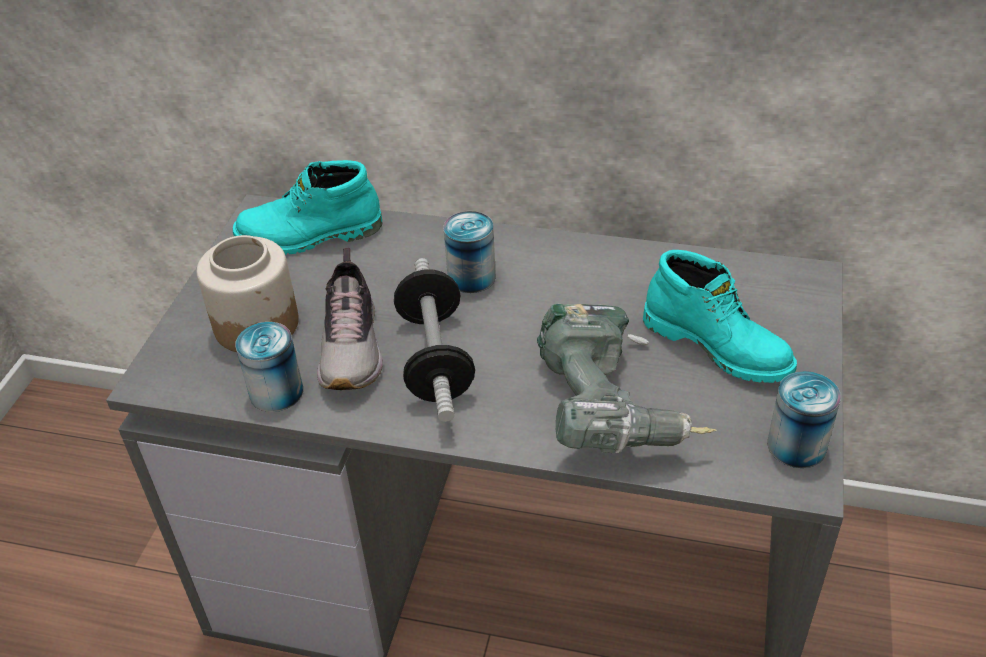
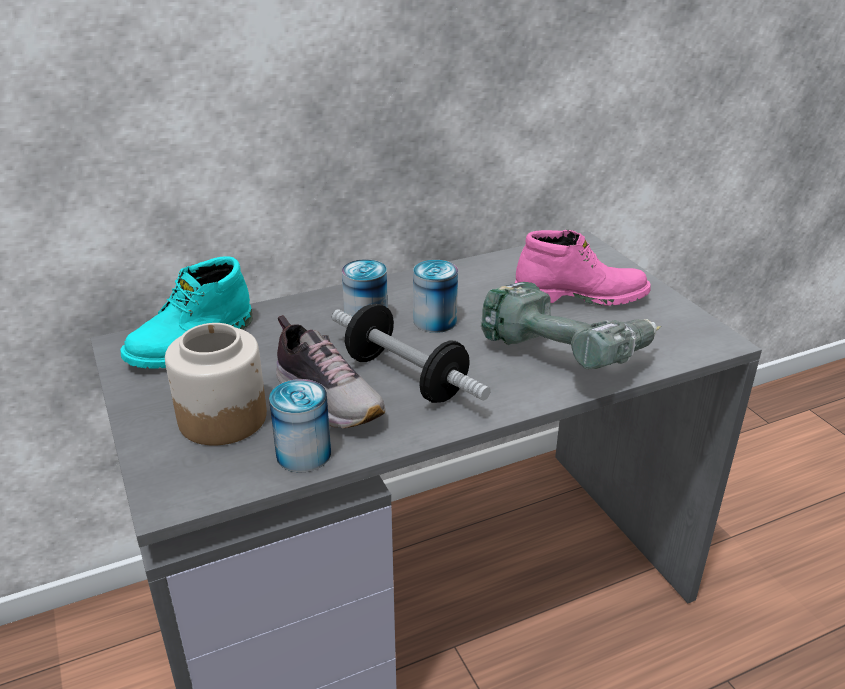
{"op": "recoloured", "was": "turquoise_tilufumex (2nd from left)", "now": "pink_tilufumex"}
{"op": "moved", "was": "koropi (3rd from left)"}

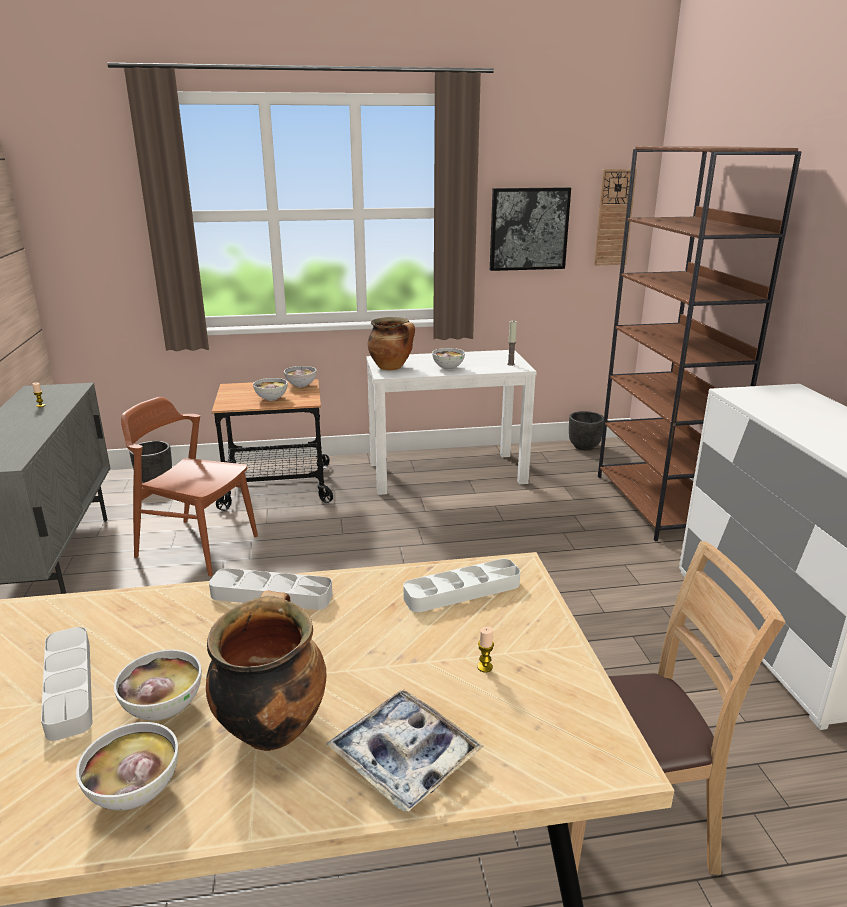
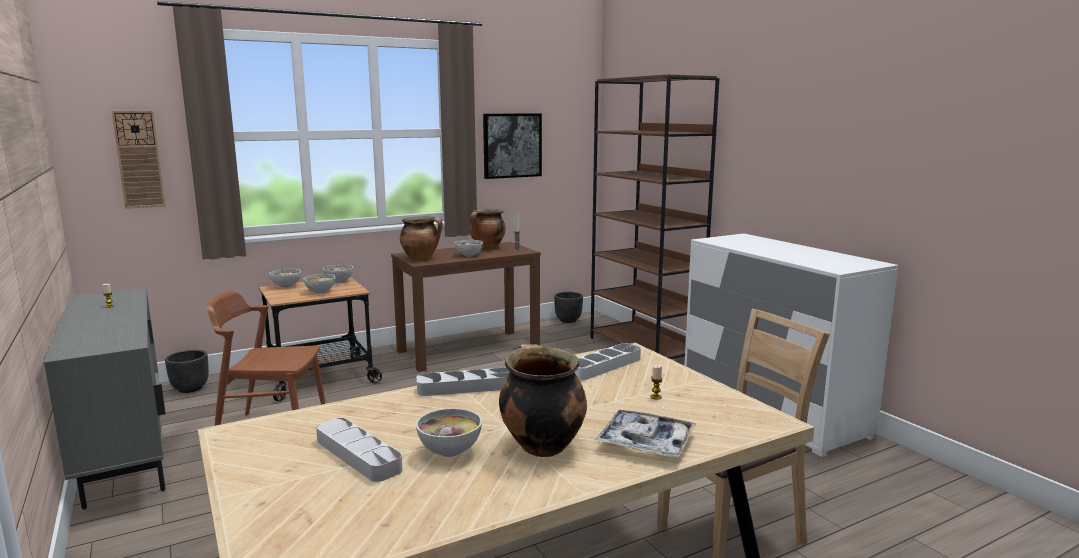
{"op": "moved", "was": "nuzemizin"}
{"op": "recoloured", "was": "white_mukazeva", "now": "brown_mukazeva"}
{"op": "moved", "was": "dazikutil (1st from left)"}
{"op": "added", "now": "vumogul (2nd from left)"}

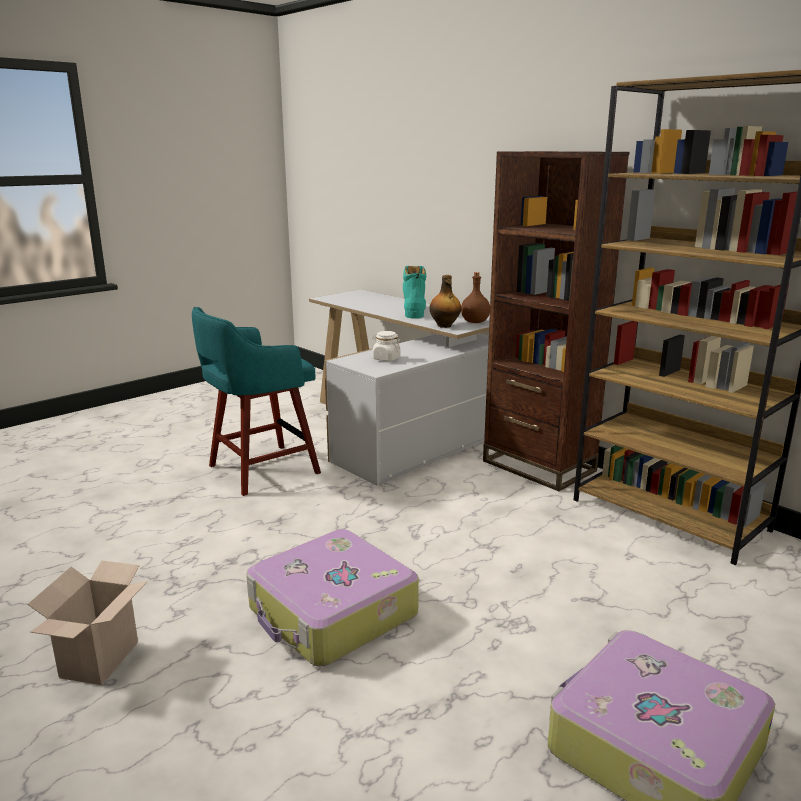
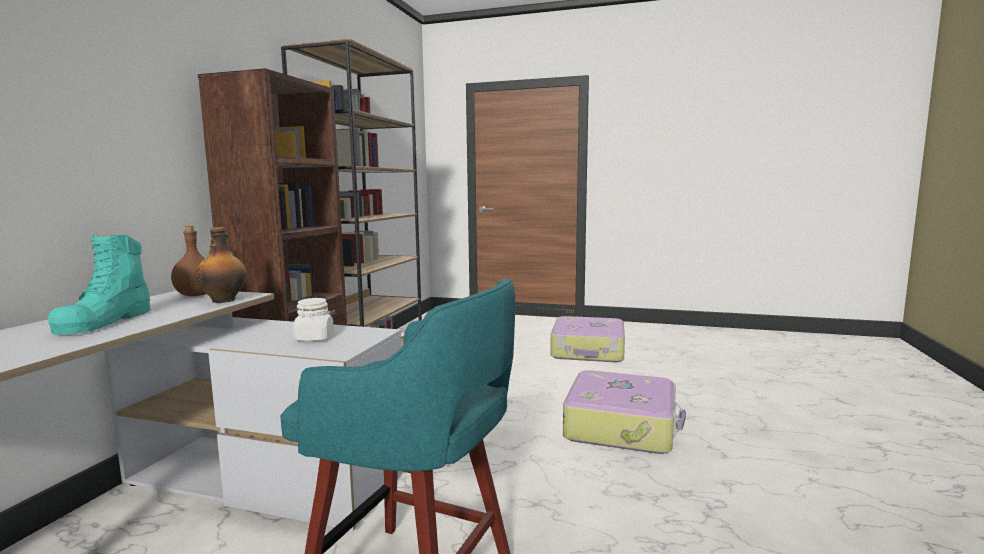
{"op": "turned", "was": "turquoise_tilufumex", "clockwise": -60}
{"op": "removed", "was": "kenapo"}

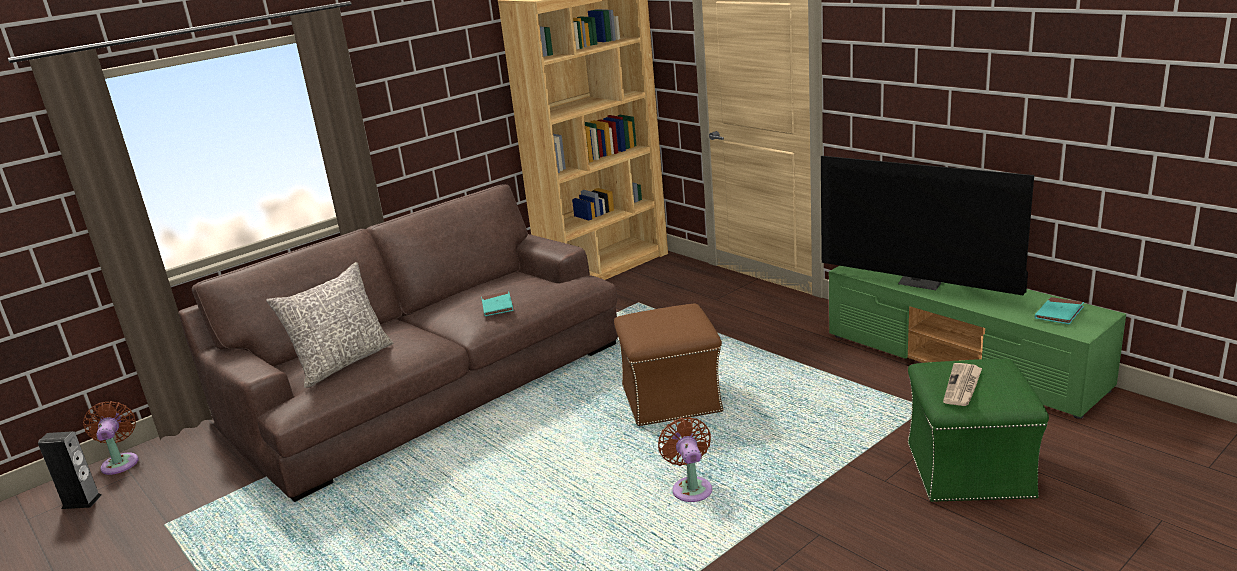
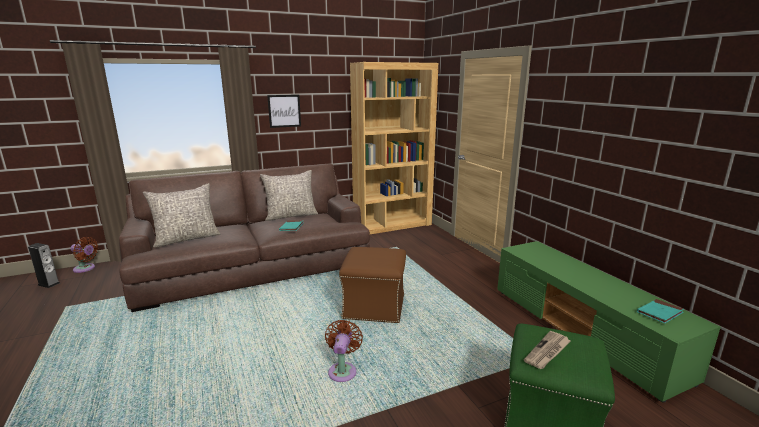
{"op": "removed", "was": "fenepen"}
{"op": "turned", "was": "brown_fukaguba (1st from left)", "clockwise": 105}
{"op": "added", "now": "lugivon"}
{"op": "added", "now": "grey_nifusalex (2nd from left)"}

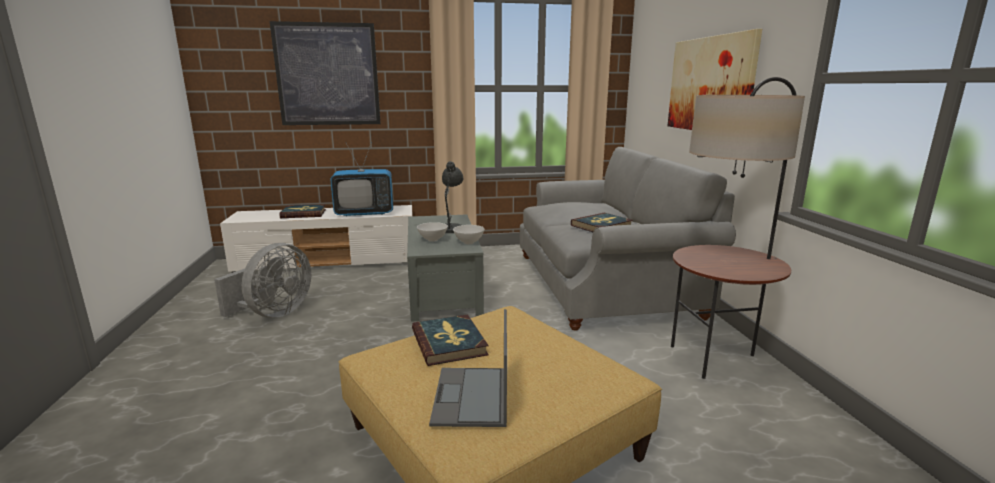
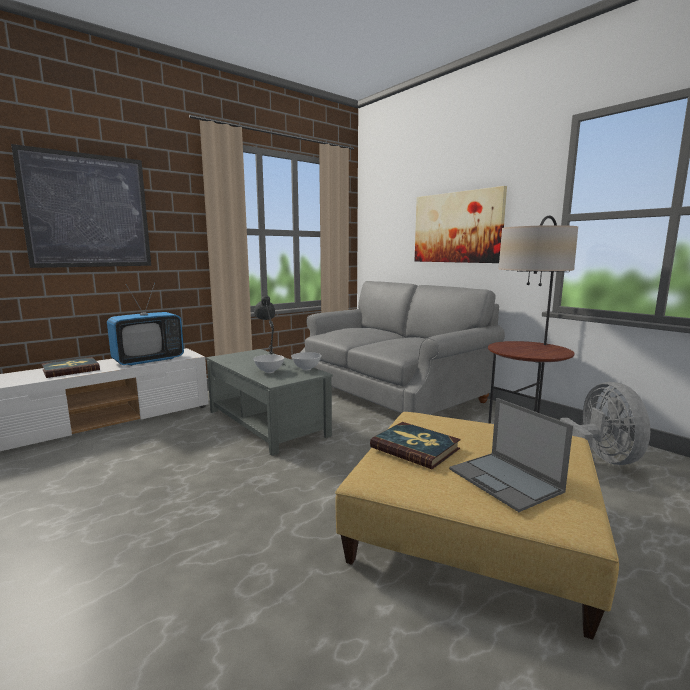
{"op": "removed", "was": "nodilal (3rd from left)"}
{"op": "moved", "was": "grey_fukaguba"}

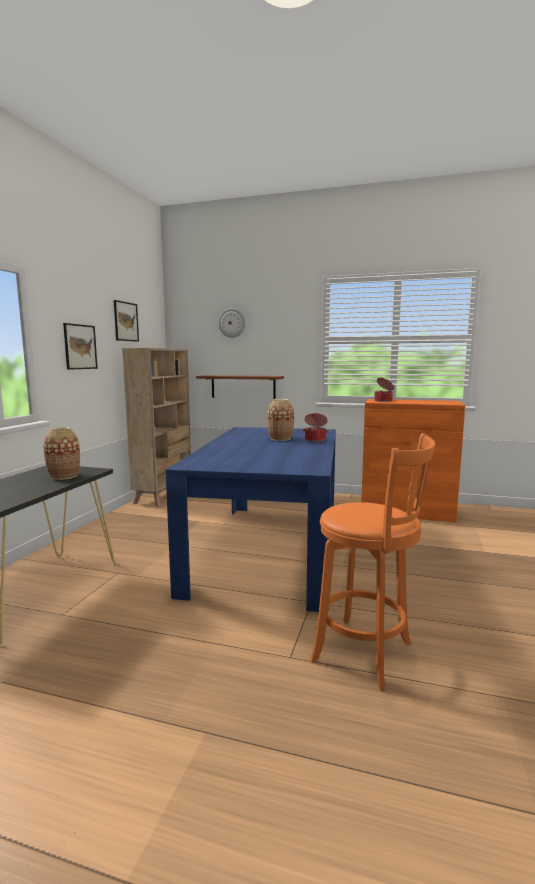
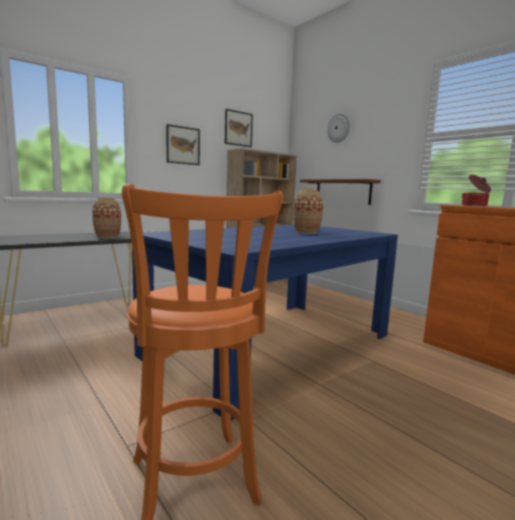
{"op": "removed", "was": "vumogul (1st from left)"}

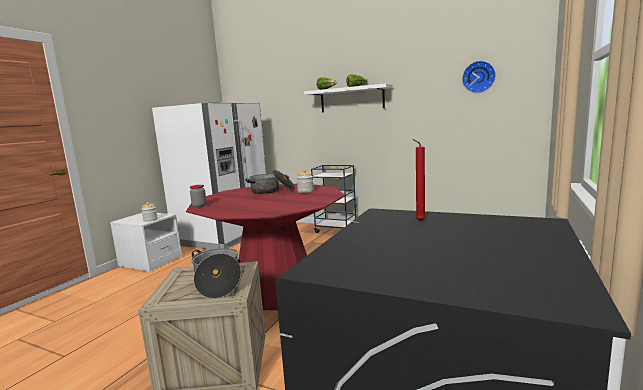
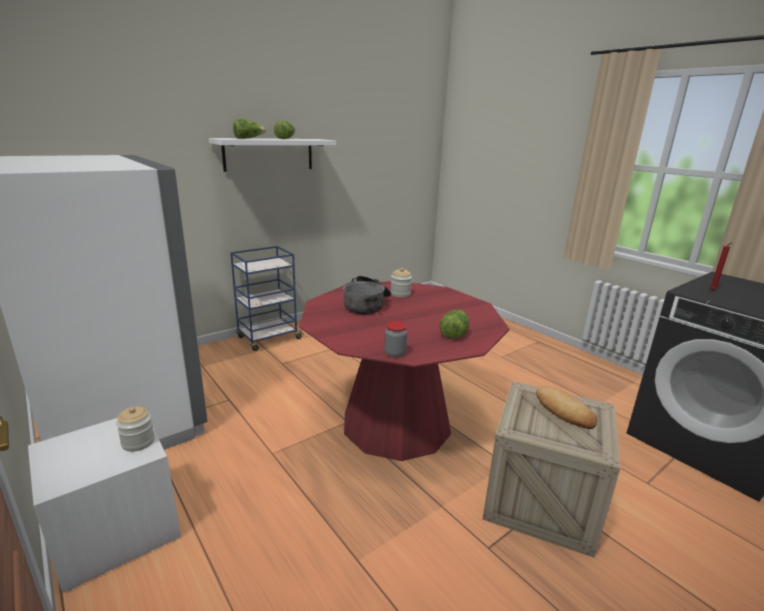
{"op": "removed", "was": "nuzemizin"}
{"op": "replaced", "was": "vumogul (1st from left)", "now": "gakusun"}
{"op": "added", "now": "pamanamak (3rd from left)"}

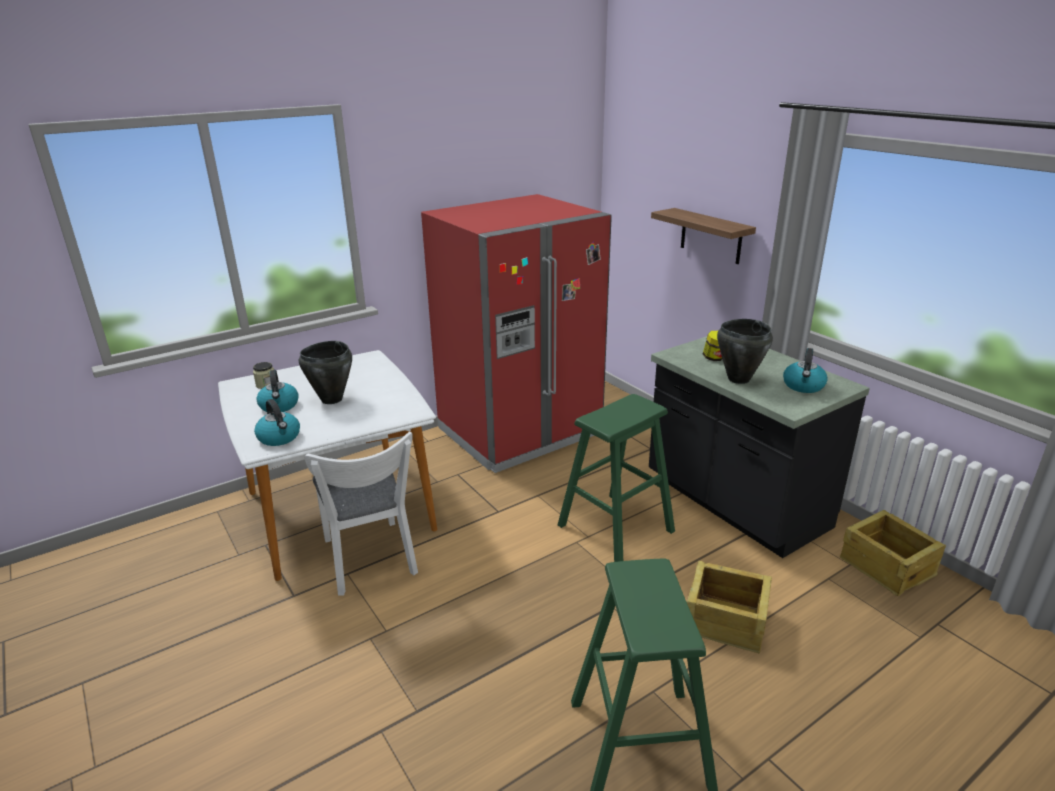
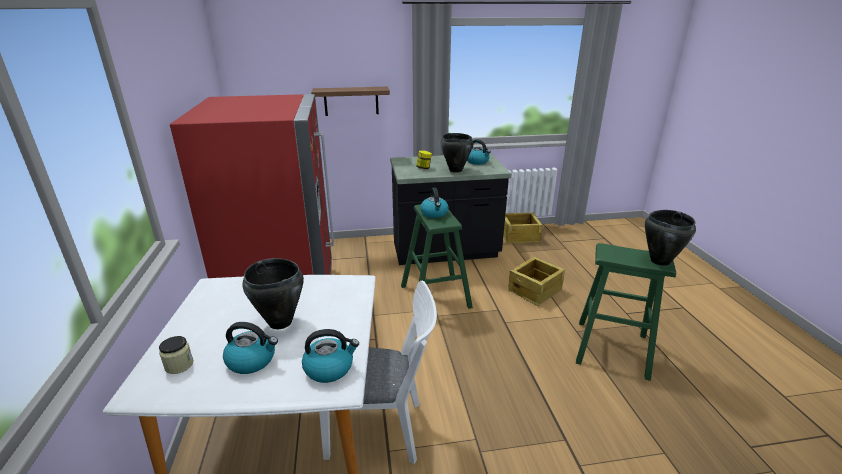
{"op": "added", "now": "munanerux (3rd from left)"}
{"op": "added", "now": "black_vumogul (3rd from left)"}

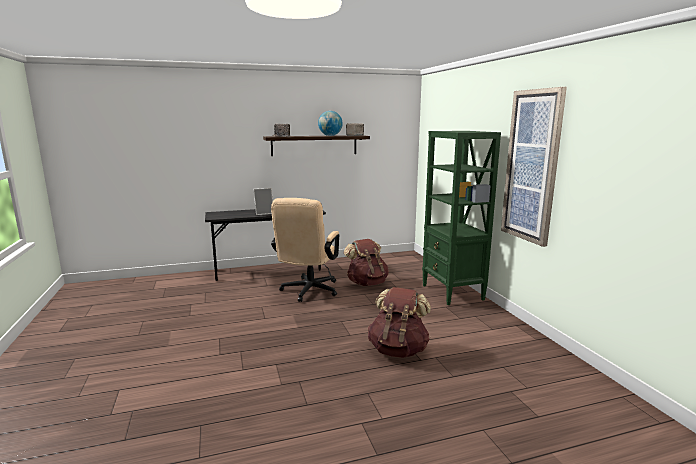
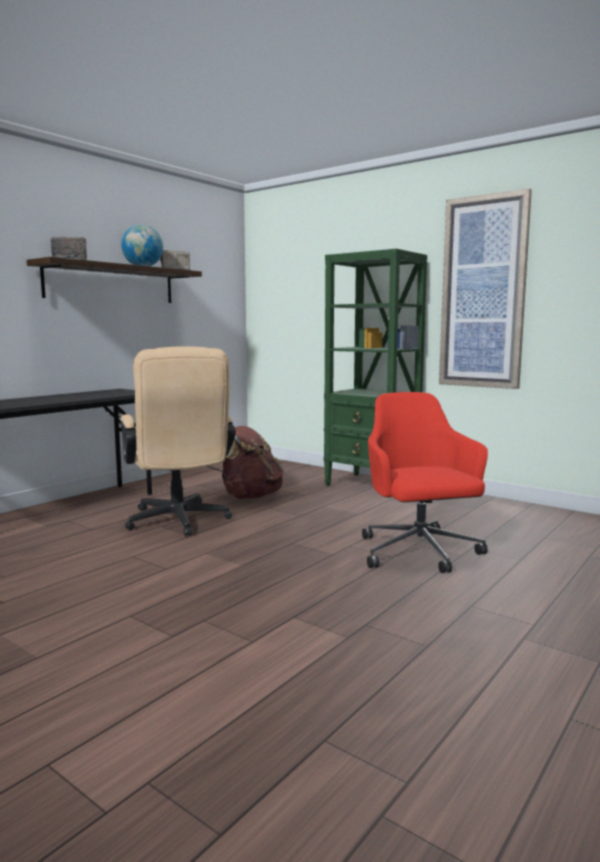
{"op": "removed", "was": "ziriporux"}
{"op": "replaced", "was": "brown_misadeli (2nd from left)", "now": "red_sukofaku"}

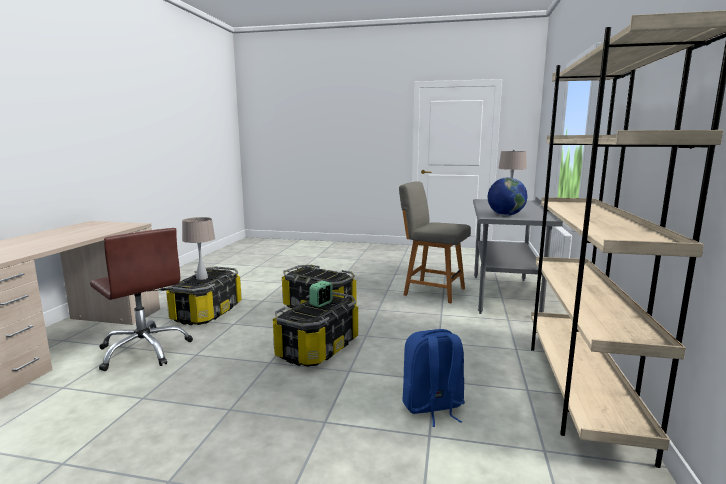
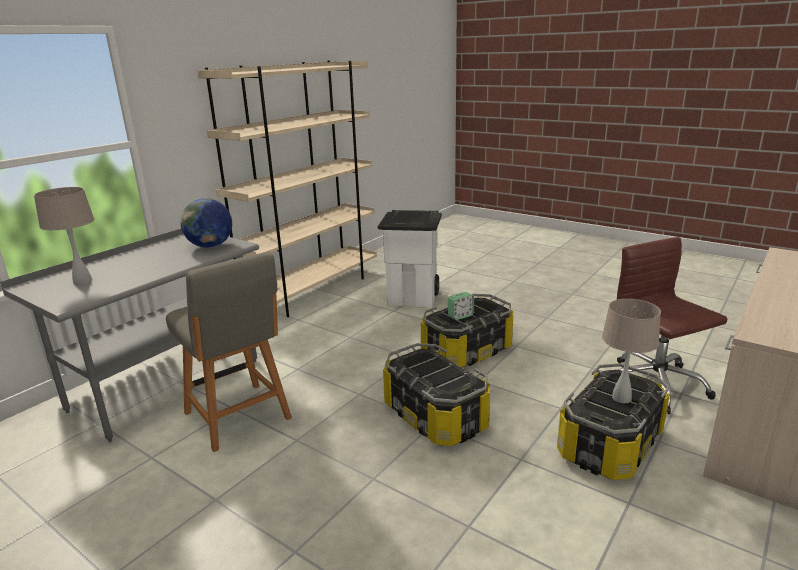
{"op": "replaced", "was": "blue_misadeli", "now": "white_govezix"}

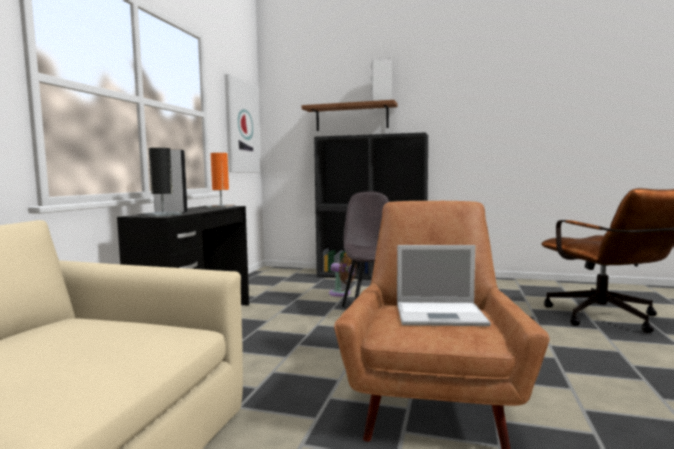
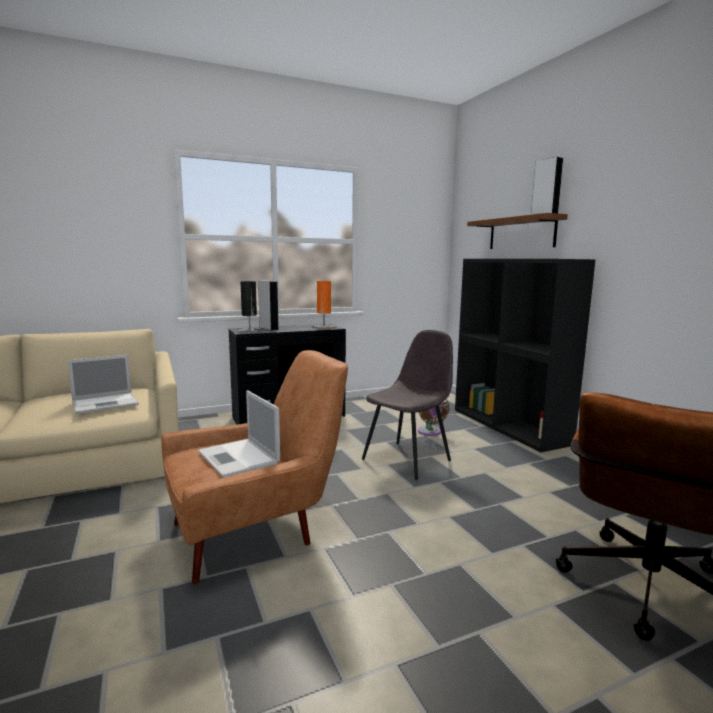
{"op": "removed", "was": "lugivon"}
{"op": "added", "now": "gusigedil (1st from left)"}

